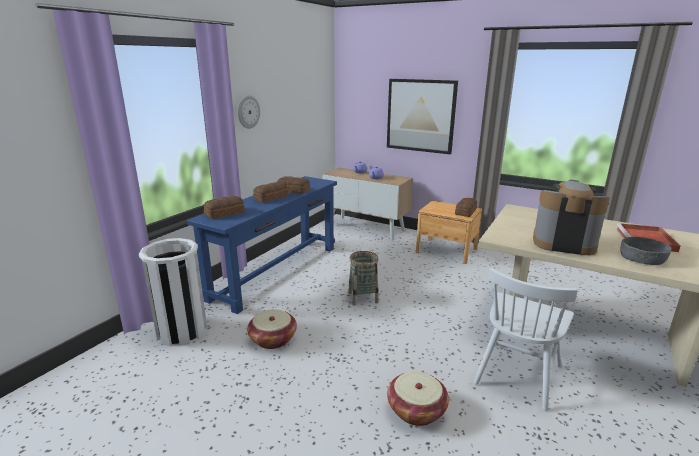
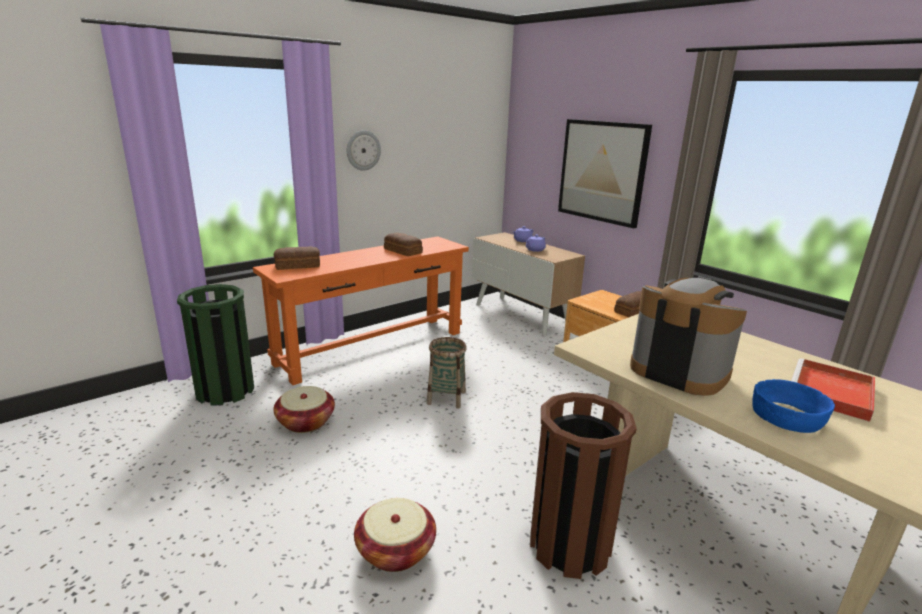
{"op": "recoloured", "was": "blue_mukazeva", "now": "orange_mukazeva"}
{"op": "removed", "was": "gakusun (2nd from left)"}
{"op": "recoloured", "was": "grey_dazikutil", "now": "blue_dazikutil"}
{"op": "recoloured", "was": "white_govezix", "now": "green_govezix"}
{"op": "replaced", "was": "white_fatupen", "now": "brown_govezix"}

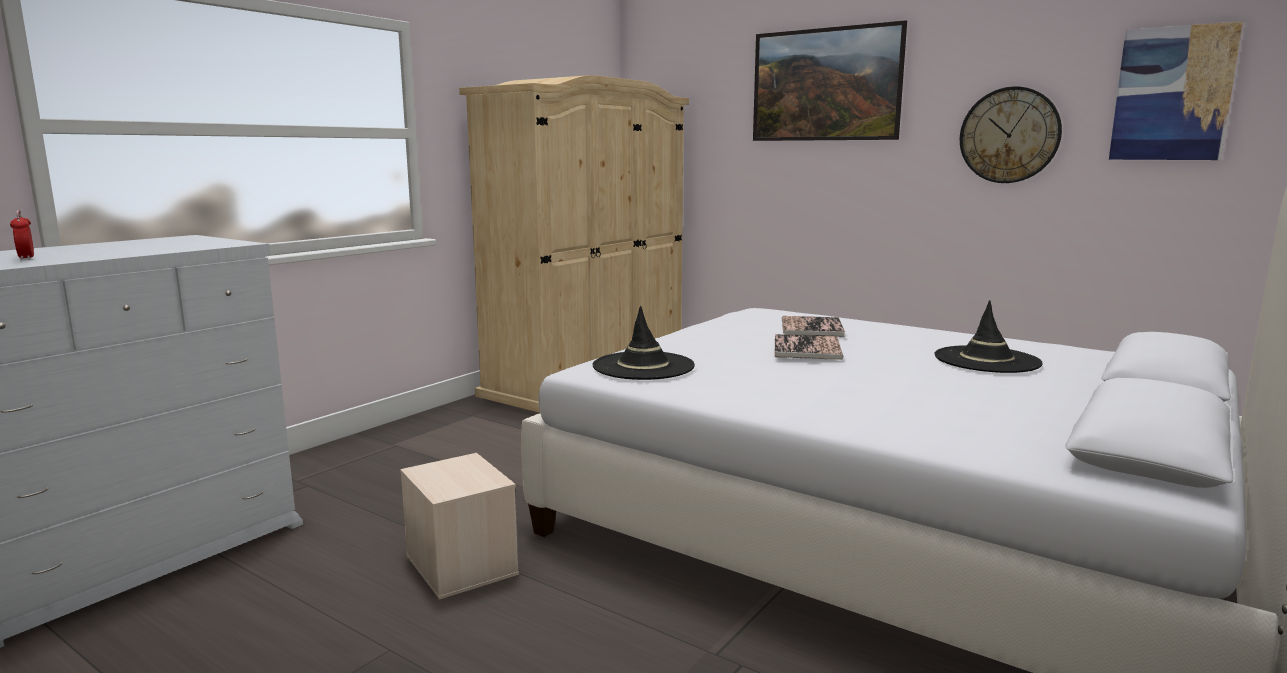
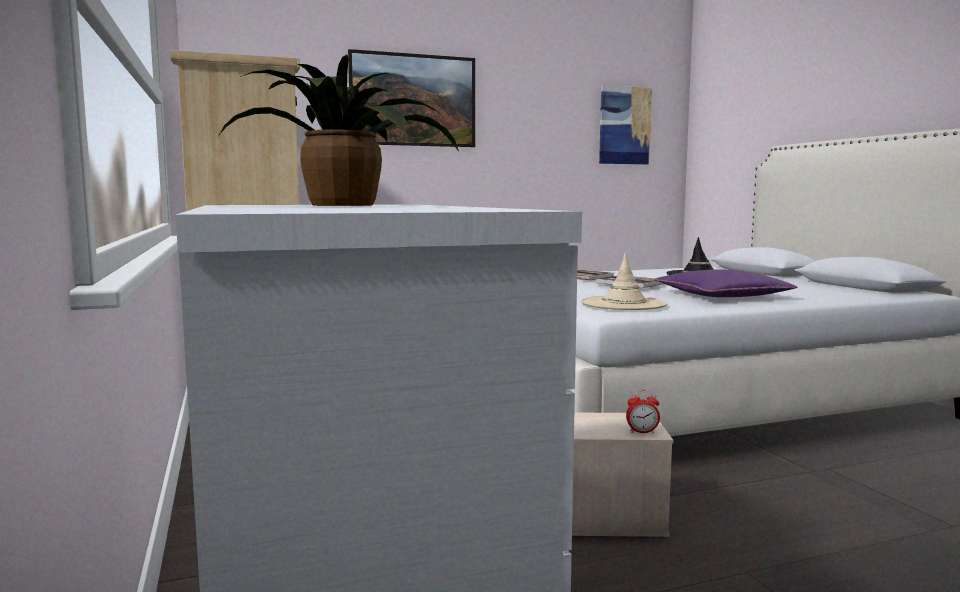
{"op": "removed", "was": "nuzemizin"}
{"op": "moved", "was": "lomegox"}
{"op": "recoloured", "was": "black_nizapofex (1st from left)", "now": "beige_nizapofex"}
{"op": "added", "now": "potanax"}
{"op": "added", "now": "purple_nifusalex"}

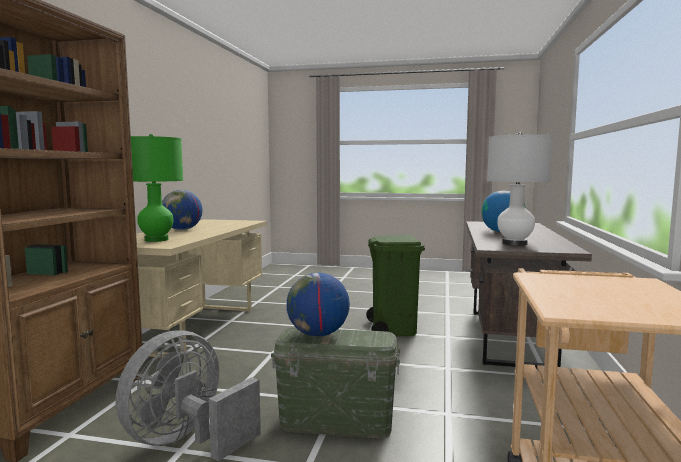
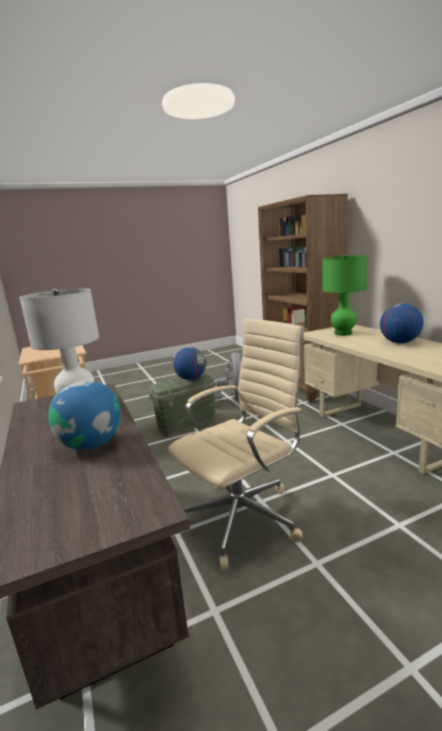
{"op": "replaced", "was": "green_govezix", "now": "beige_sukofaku"}

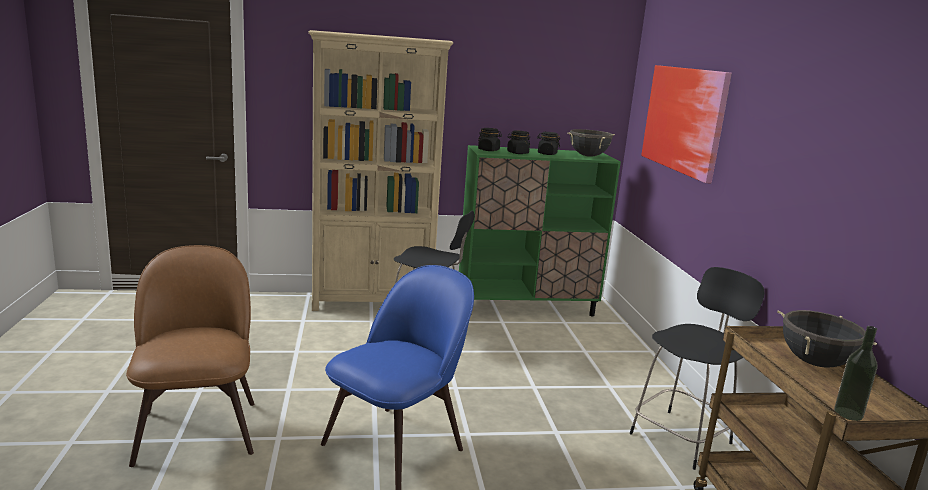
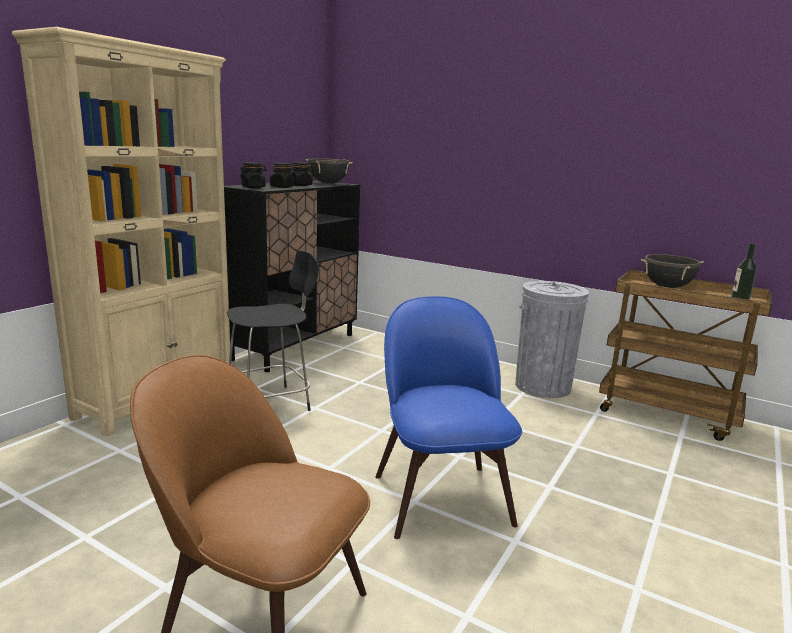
{"op": "removed", "was": "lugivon"}
{"op": "recoloured", "was": "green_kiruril", "now": "black_kiruril"}
{"op": "replaced", "was": "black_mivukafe (2nd from left)", "now": "grey_govezix"}

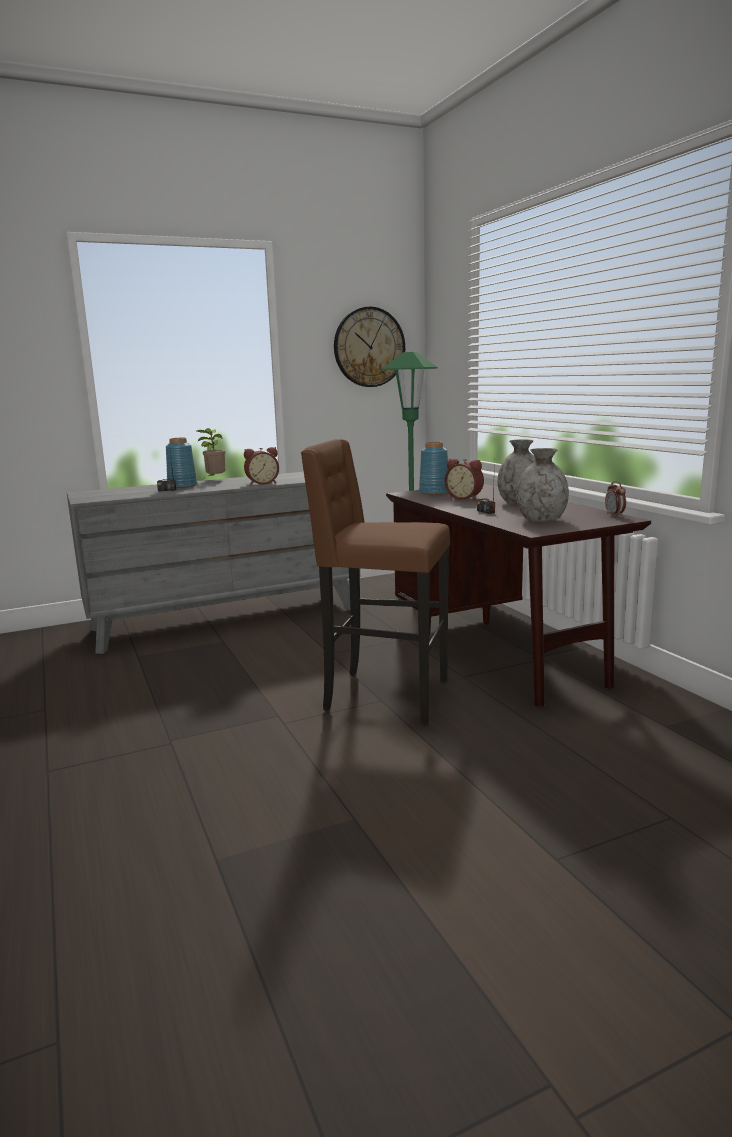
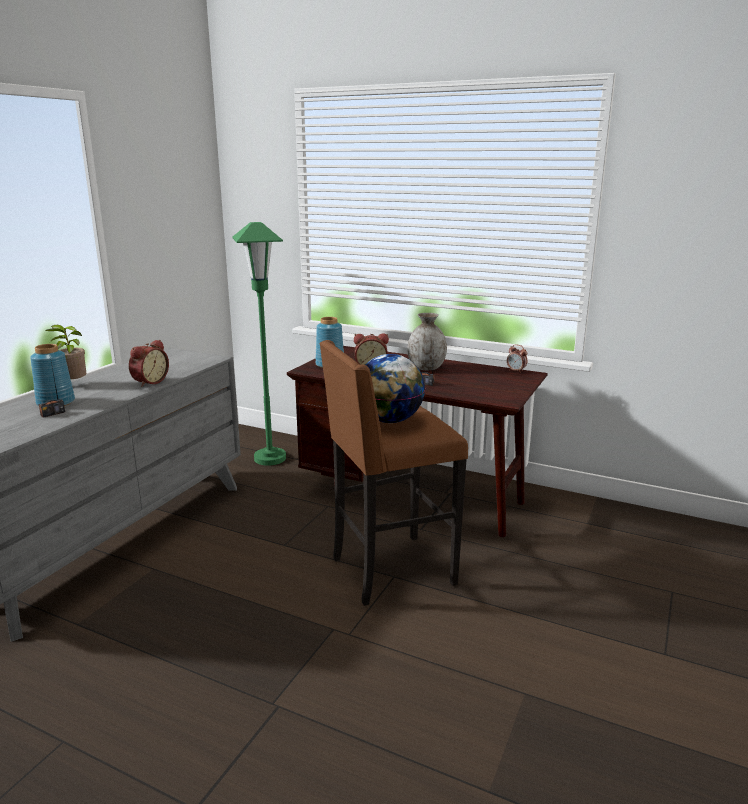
{"op": "removed", "was": "nuzemizin"}
{"op": "removed", "was": "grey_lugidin (2nd from left)"}
{"op": "added", "now": "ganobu"}

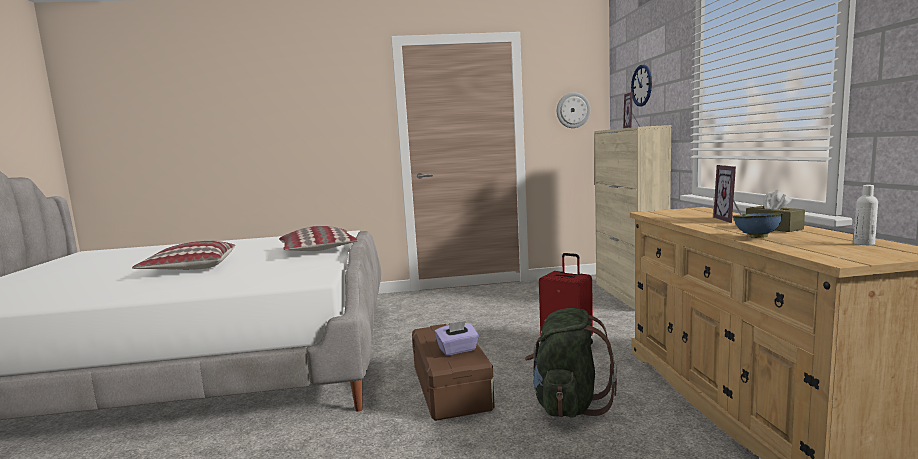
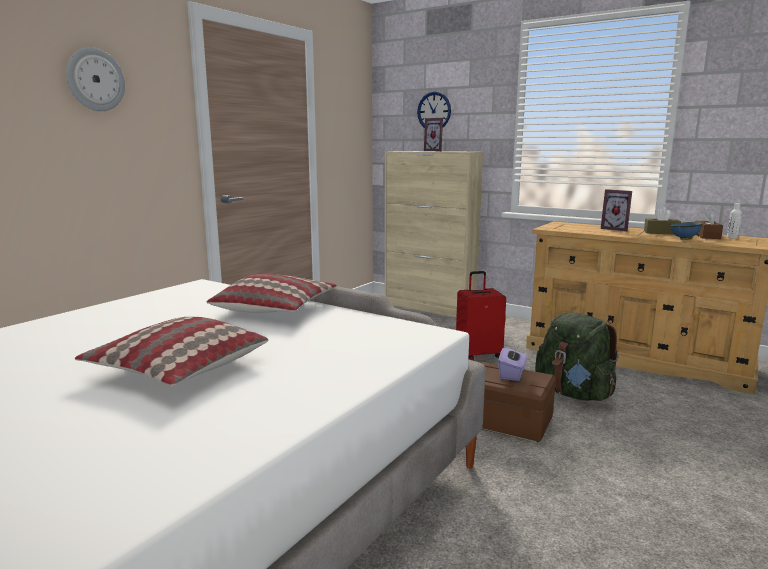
{"op": "moved", "was": "nuzemizin (1st from left)"}
{"op": "added", "now": "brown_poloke (2nd from left)"}

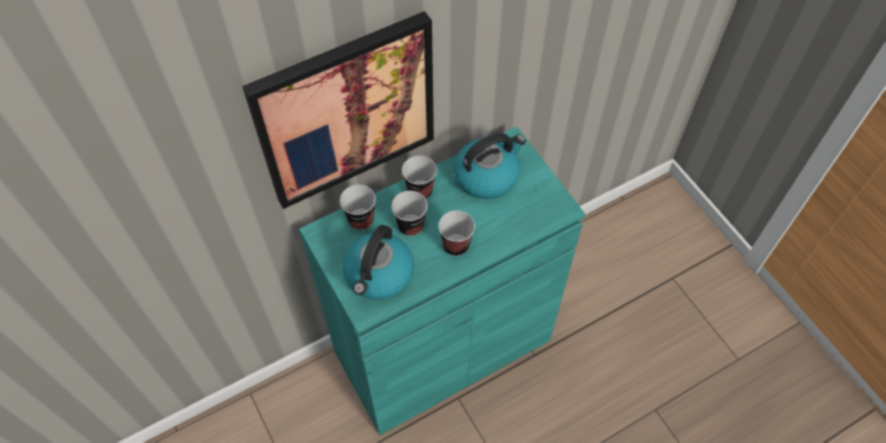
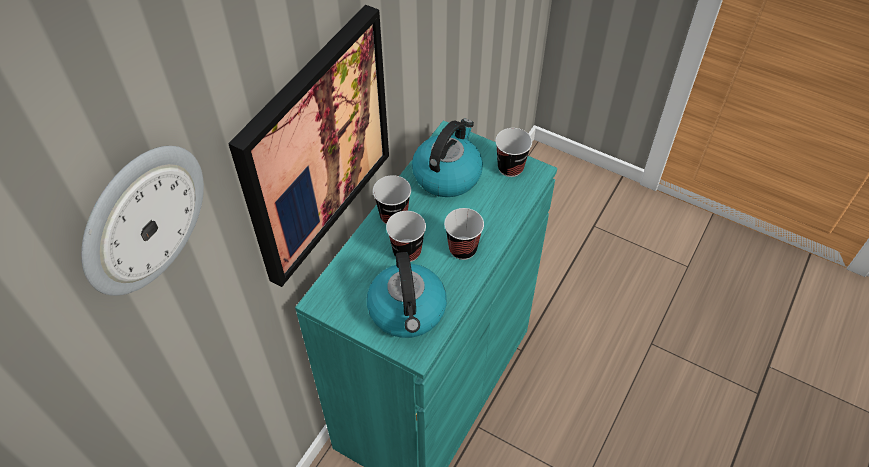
{"op": "moved", "was": "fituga (1st from left in the first image)", "now": "fituga (4th from left)"}
{"op": "added", "now": "nuzemizin"}

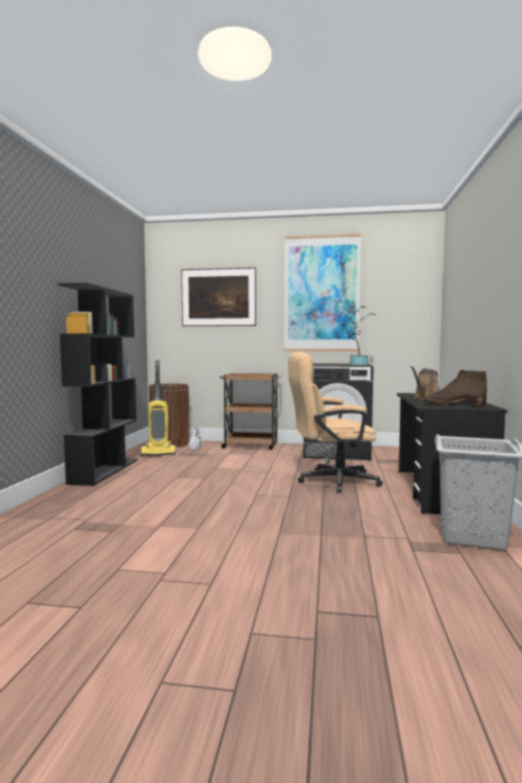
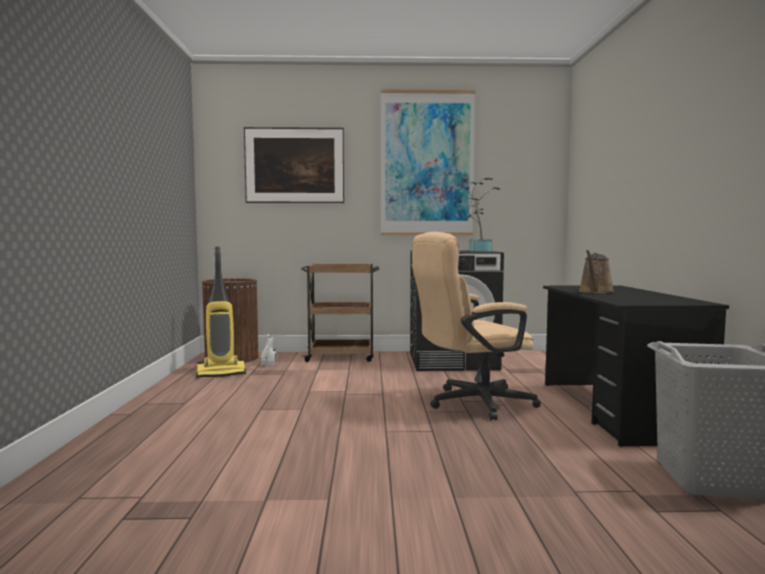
{"op": "removed", "was": "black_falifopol"}
{"op": "removed", "was": "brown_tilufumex"}

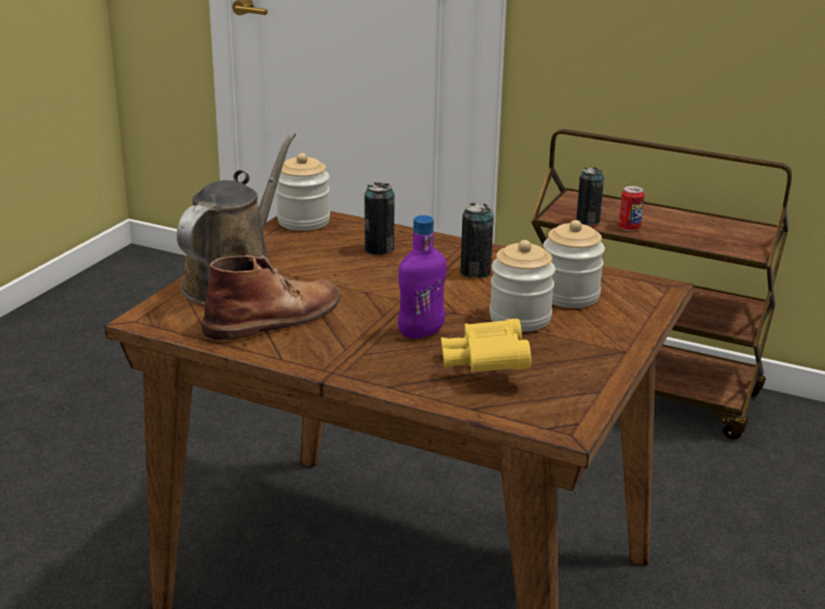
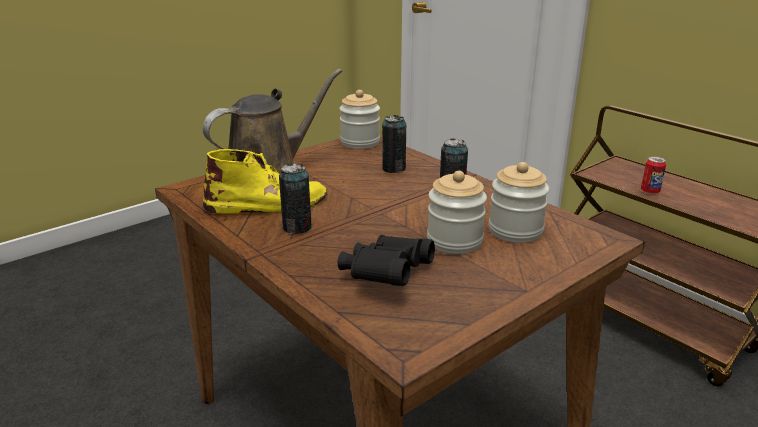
{"op": "moved", "was": "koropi (3rd from left in the first image)", "now": "koropi (1st from left)"}
{"op": "removed", "was": "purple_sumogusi"}
{"op": "recoloured", "was": "brown_tilufumex", "now": "yellow_tilufumex"}
{"op": "recoloured", "was": "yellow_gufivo", "now": "black_gufivo"}

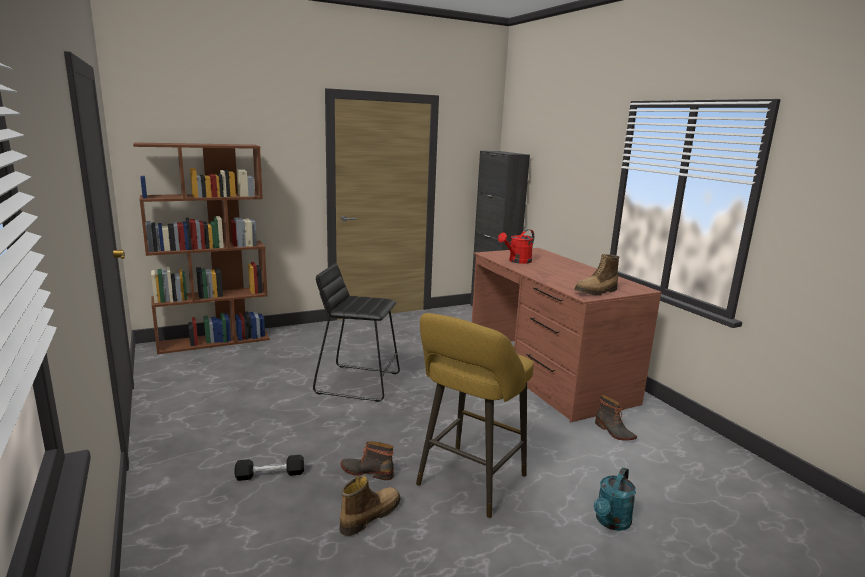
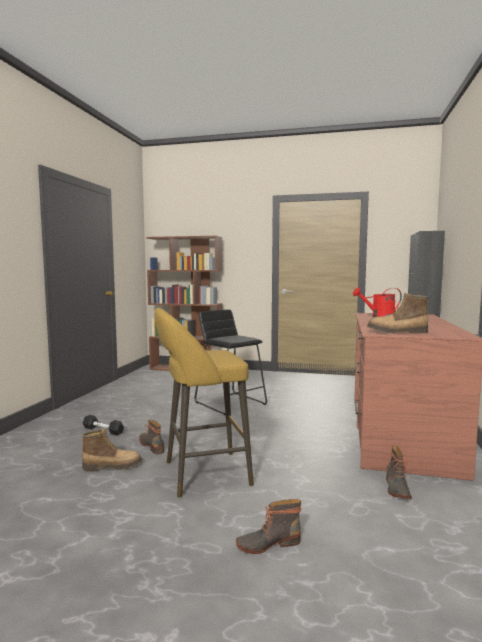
{"op": "replaced", "was": "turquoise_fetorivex", "now": "tilufumex (3rd from left)"}

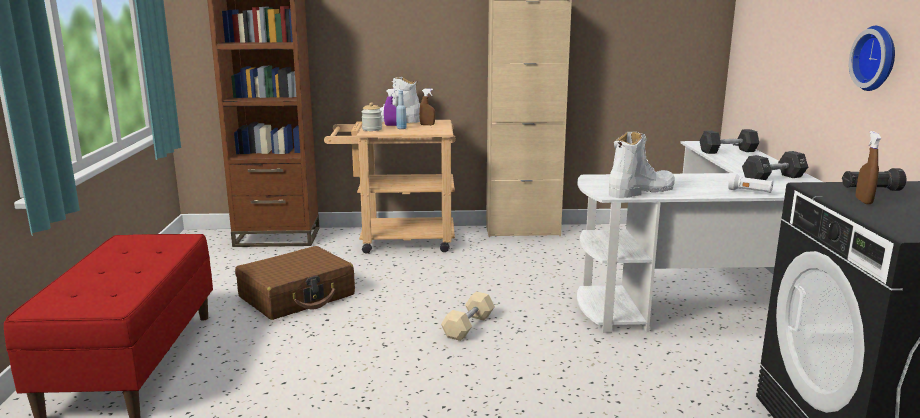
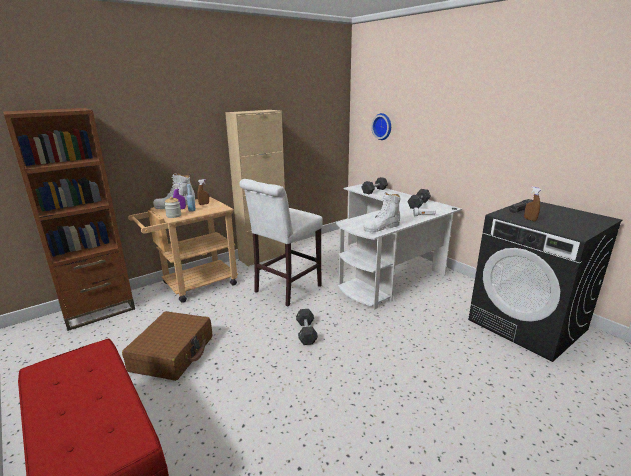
{"op": "moved", "was": "nuzemizin"}
{"op": "turned", "was": "white_tilufumex (2nd from left)", "clockwise": -150}
{"op": "recoloured", "was": "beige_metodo", "now": "black_metodo (1st from left)"}
{"op": "added", "now": "white_mivukafe"}

